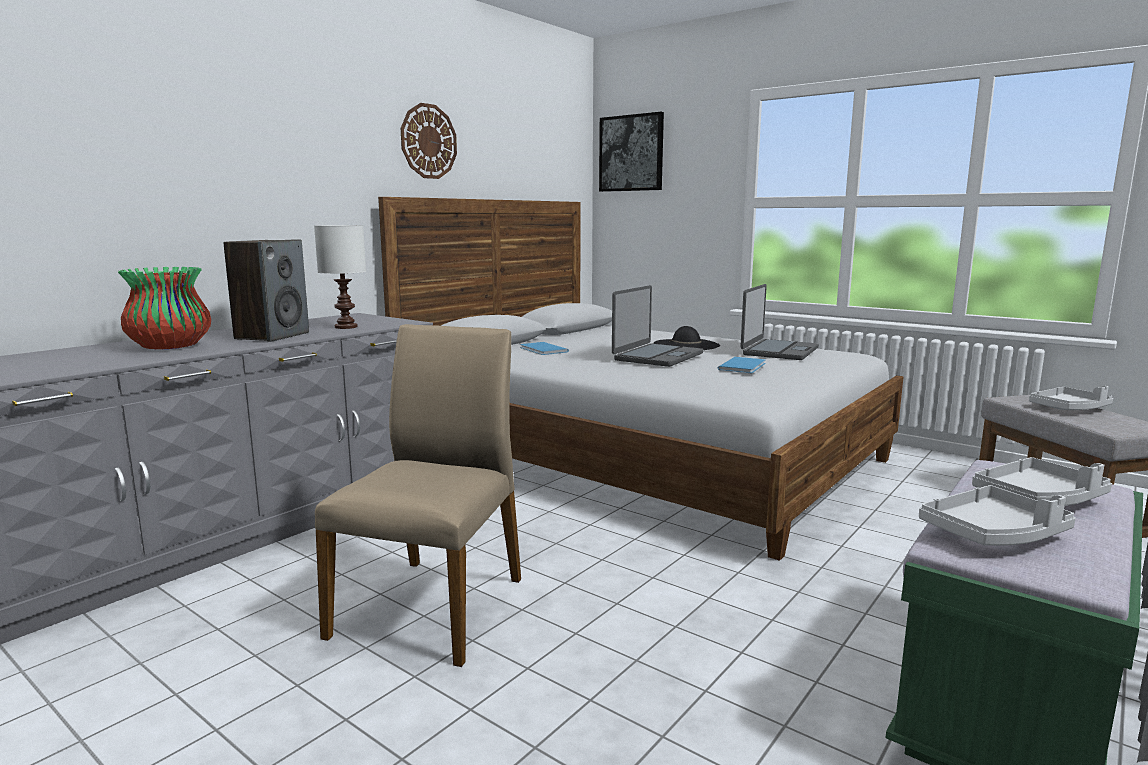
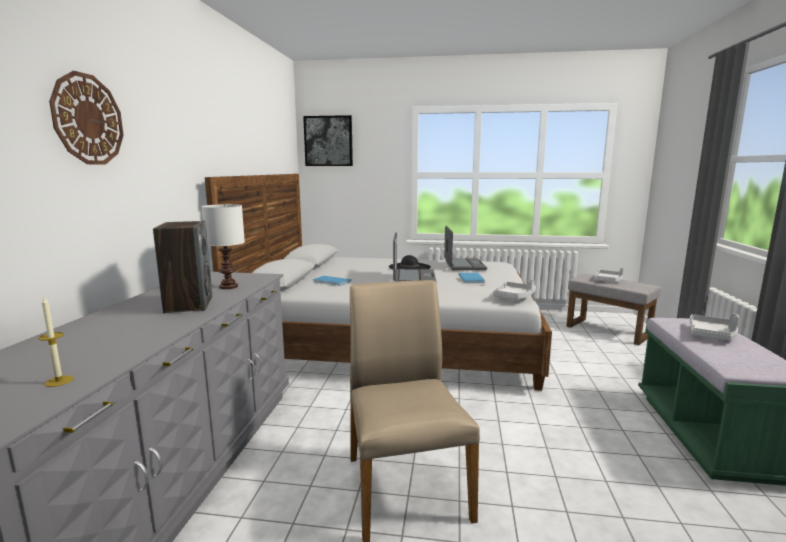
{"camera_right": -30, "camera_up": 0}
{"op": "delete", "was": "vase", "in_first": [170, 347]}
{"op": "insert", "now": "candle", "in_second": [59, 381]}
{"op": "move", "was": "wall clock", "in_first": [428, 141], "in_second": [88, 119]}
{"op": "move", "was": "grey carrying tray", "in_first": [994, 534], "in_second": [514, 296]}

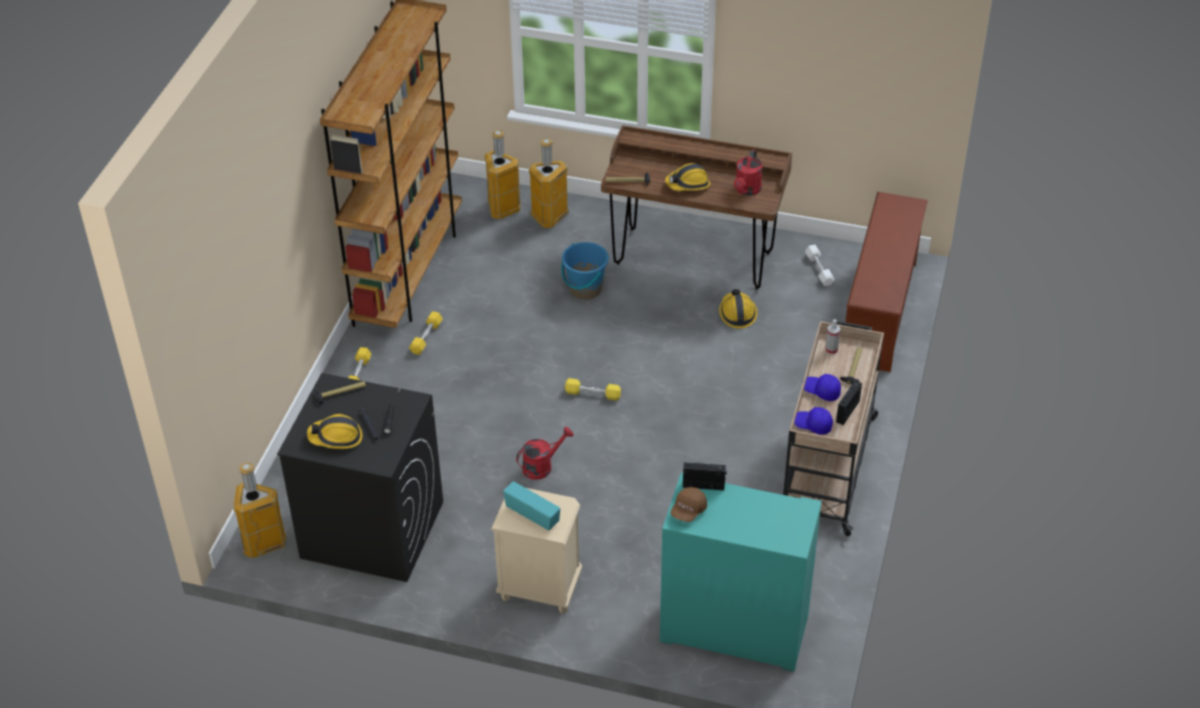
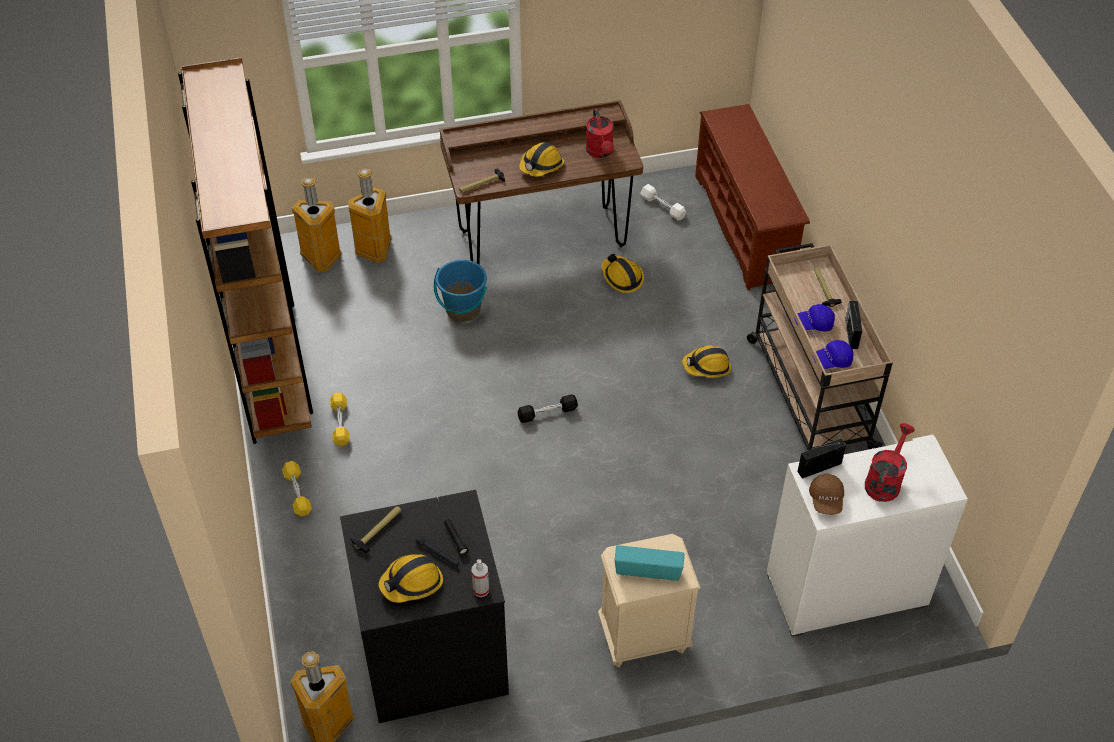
{"camera_right": -30, "camera_up": 5}
{"op": "insert", "now": "hard hat", "in_second": [707, 367]}
{"op": "move", "was": "red watering pot", "in_first": [542, 466], "in_second": [884, 481]}
{"op": "move", "was": "sprayer", "in_first": [831, 350], "in_second": [481, 590]}
{"op": "recolor", "was": "yellow-coloured hand weight", "now": "blackish hand weight", "in_first": [593, 394], "in_second": [547, 413]}
{"op": "recolor", "was": "turquoise cupboard", "now": "white-coloured cupboard", "in_first": [733, 629], "in_second": [846, 591]}

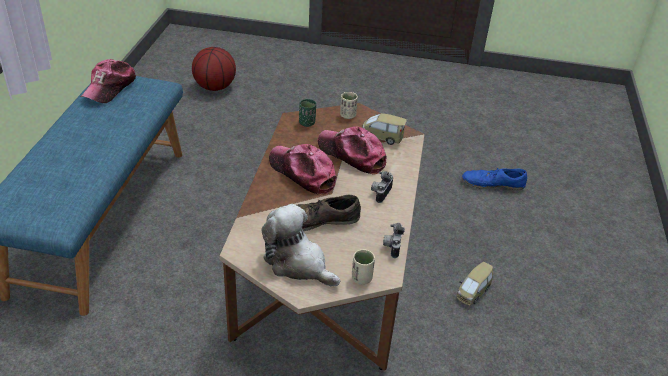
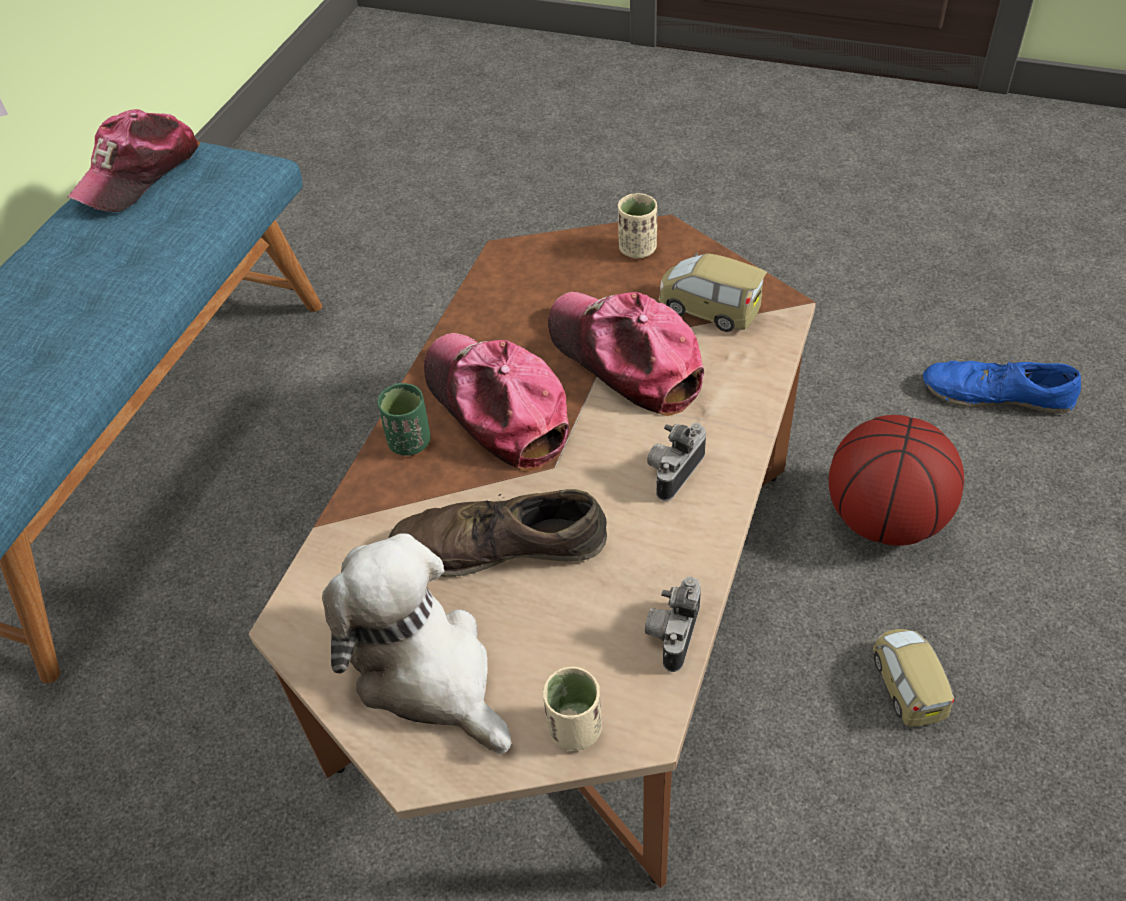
{"camera_right": 15, "camera_up": 10}
{"op": "move", "was": "ball for basketball", "in_first": [215, 87], "in_second": [885, 518]}
{"op": "move", "was": "green cup", "in_first": [307, 123], "in_second": [410, 442]}
{"op": "rotate", "was": "model car", "in_first": [473, 292], "in_second": [907, 685], "clockwise": 120}

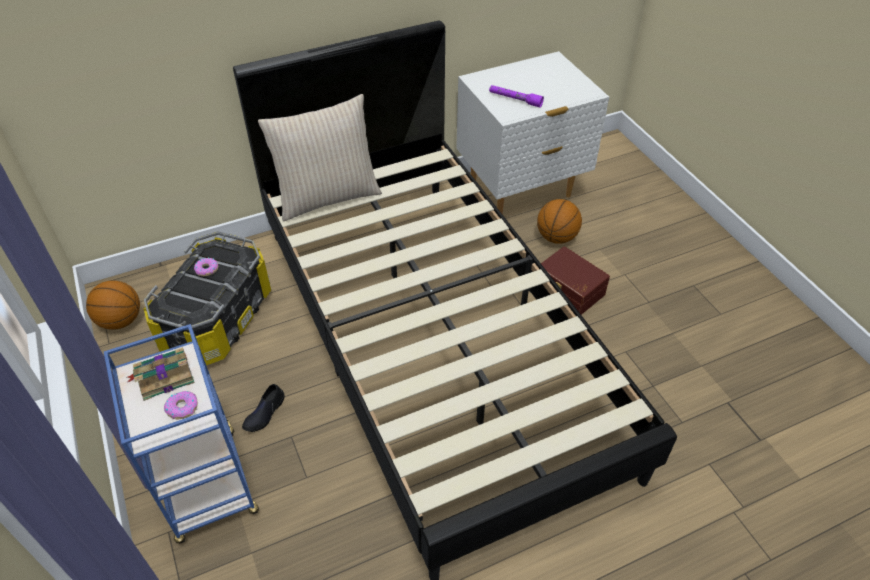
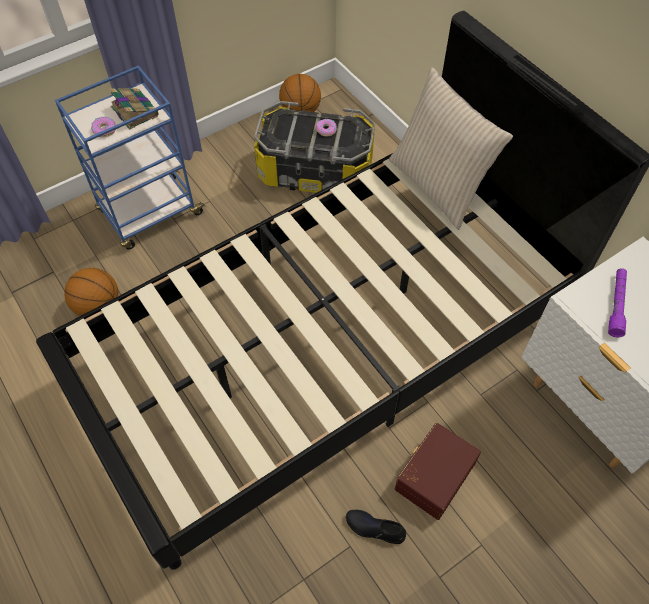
{"camera_right": 80, "camera_up": 10}
{"op": "move", "was": "blackish item of footwear", "in_first": [264, 413], "in_second": [375, 528]}
{"op": "move", "was": "ball for basketball", "in_first": [556, 237], "in_second": [98, 306]}

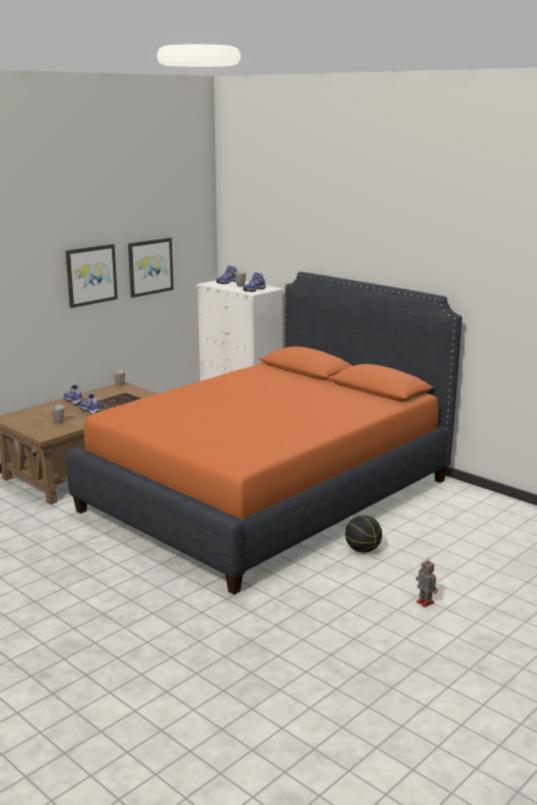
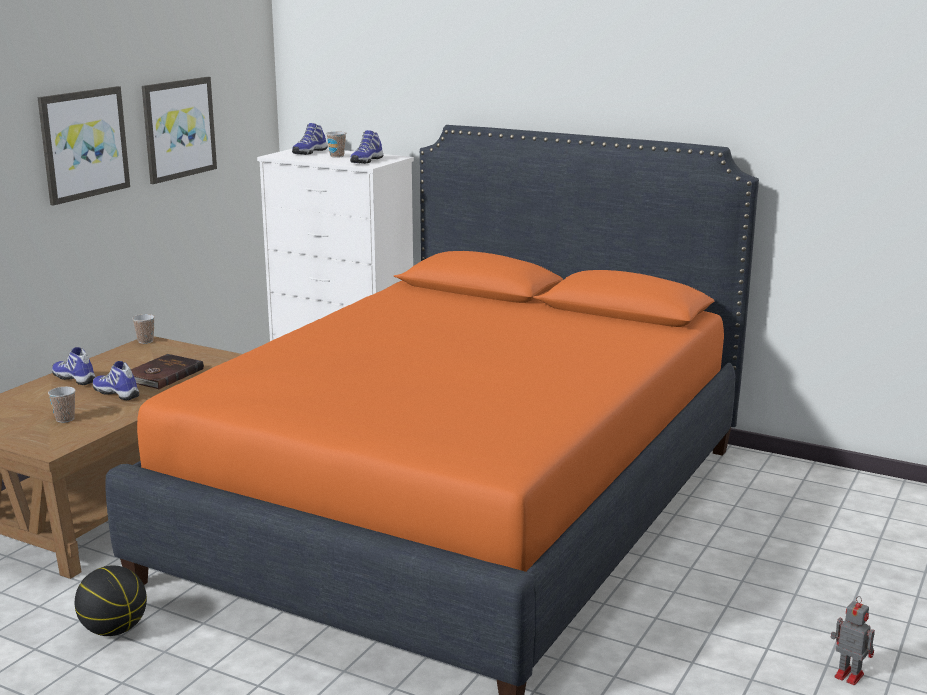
{"camera_right": -15, "camera_up": 0}
{"op": "move", "was": "ball for basketball", "in_first": [363, 550], "in_second": [114, 630]}

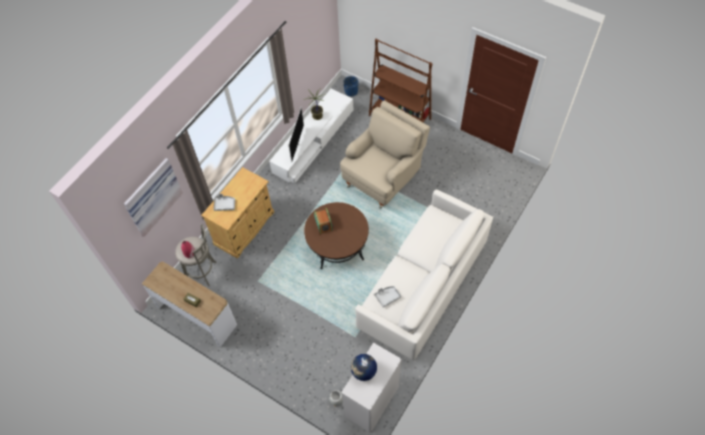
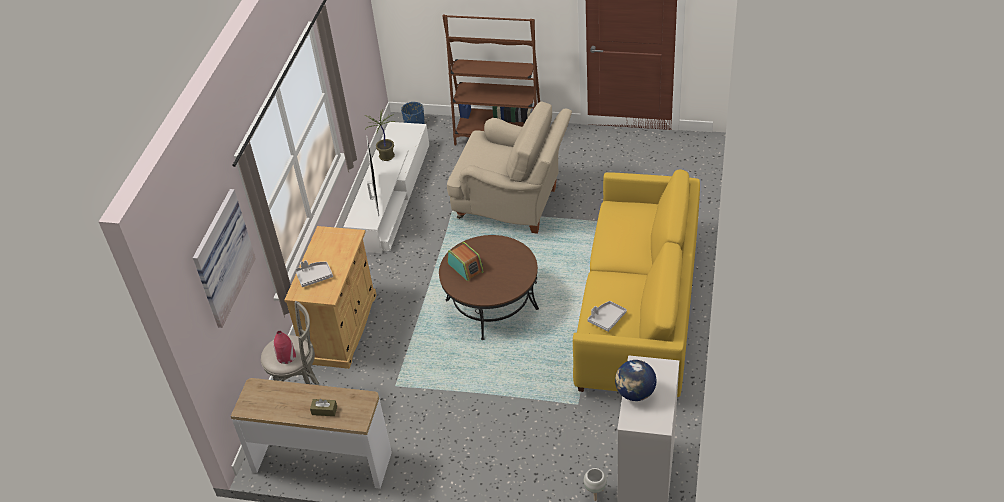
{"camera_right": -20, "camera_up": -15}
{"op": "recolor", "was": "white-coloured settee", "now": "yellow-coloured settee", "in_first": [423, 285], "in_second": [639, 311]}
{"op": "rotate", "was": "beige-coloured easy chair", "in_first": [383, 176], "in_second": [513, 205], "clockwise": 90}

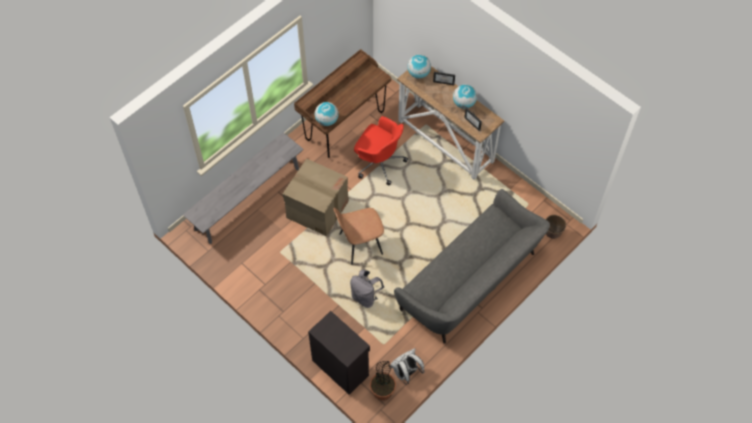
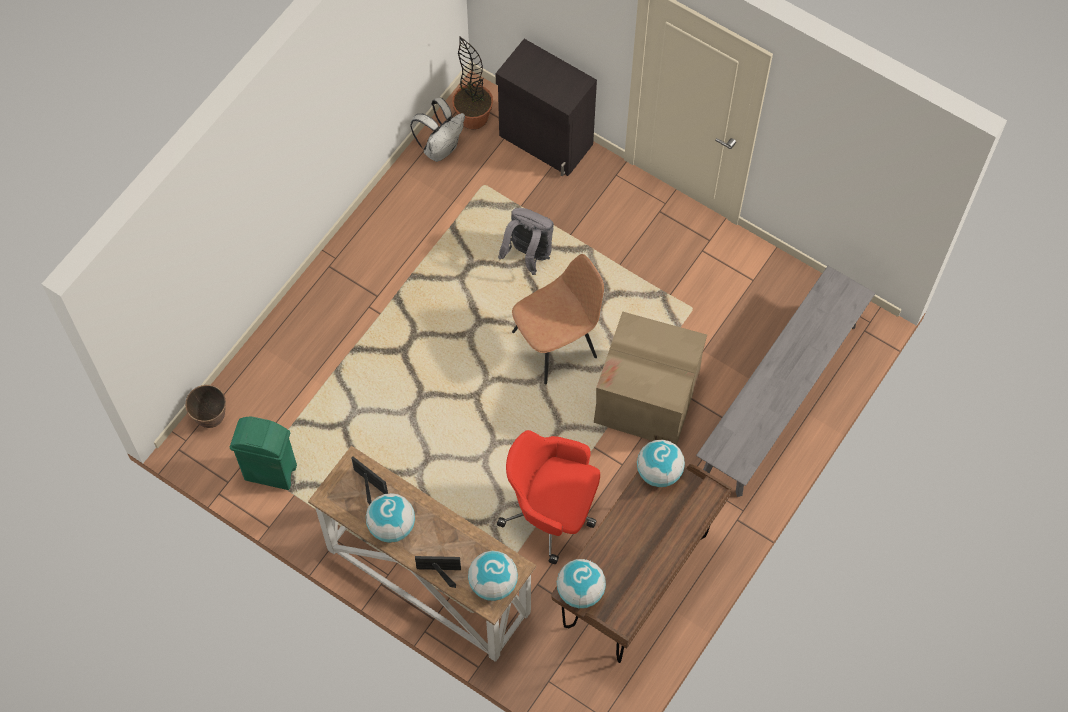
{"camera_right": 170, "camera_up": 5}
{"op": "delete", "was": "grey settee", "in_first": [470, 281]}
{"op": "insert", "now": "green waste bin", "in_second": [271, 473]}
{"op": "insert", "now": "desk globe", "in_second": [580, 591]}

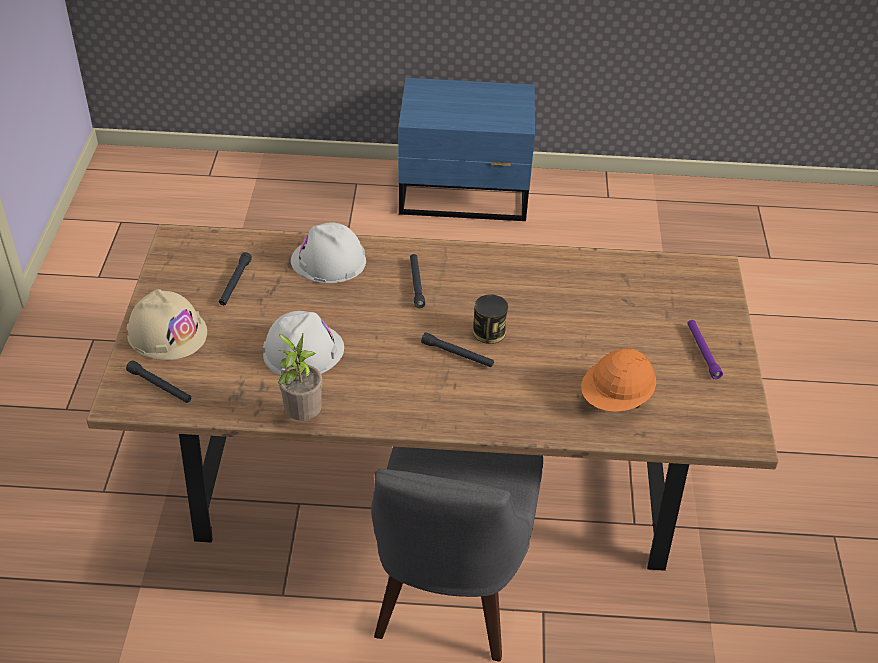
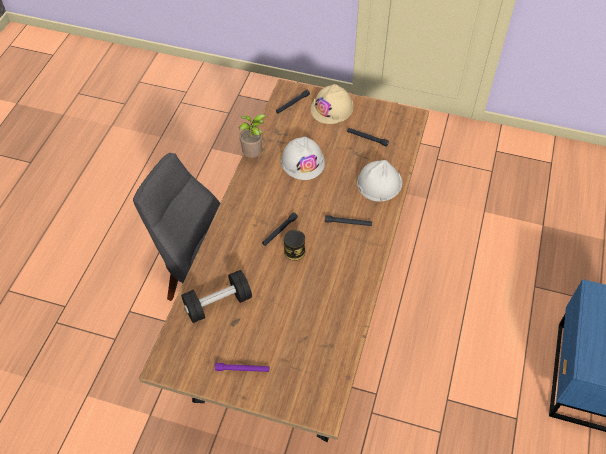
{"camera_right": 105, "camera_up": 10}
{"op": "replace", "was": "orangey hard hat", "now": "blackish hand weight", "in_first": [616, 399], "in_second": [218, 304]}

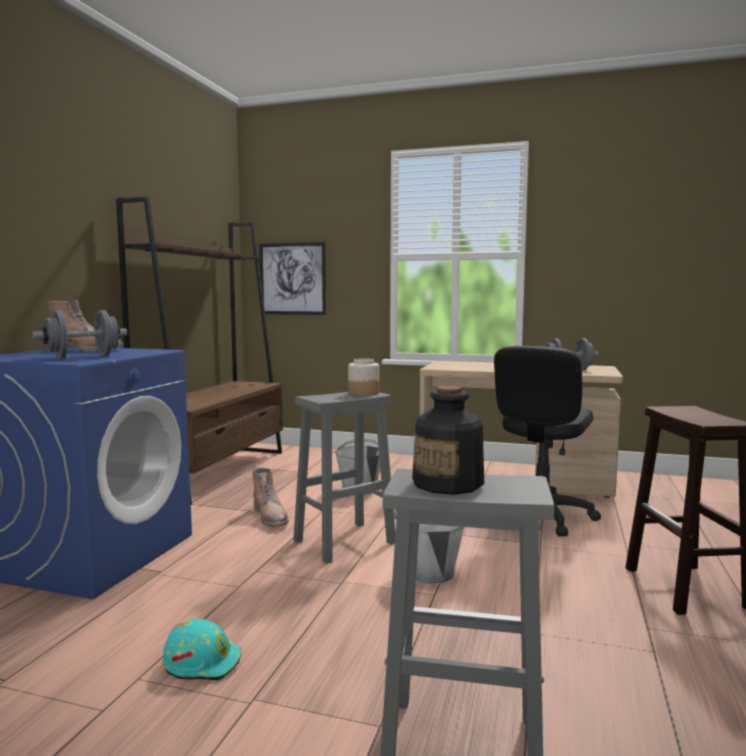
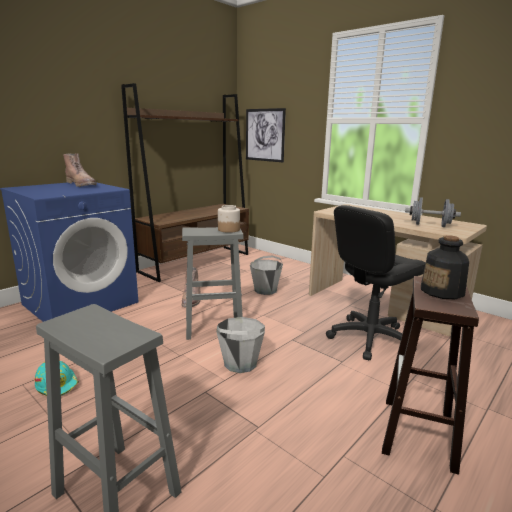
{"camera_right": 25, "camera_up": 10}
{"op": "delete", "was": "grey hand weight", "in_first": [83, 357]}
{"op": "move", "was": "bottle", "in_first": [448, 483], "in_second": [442, 291]}

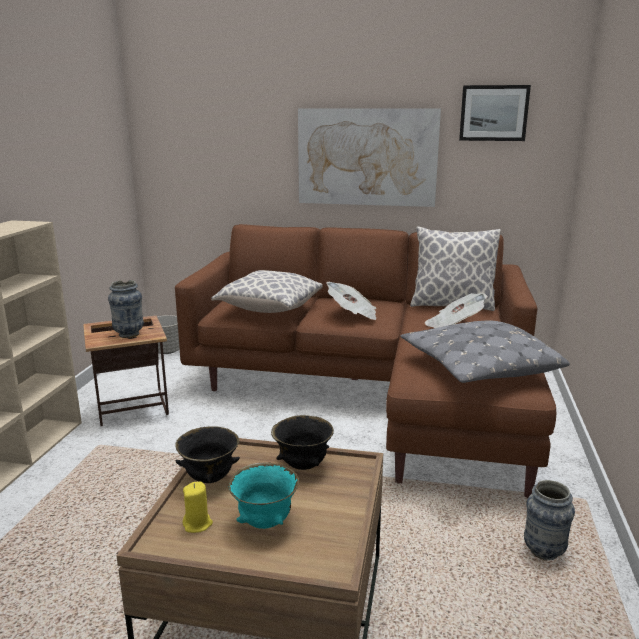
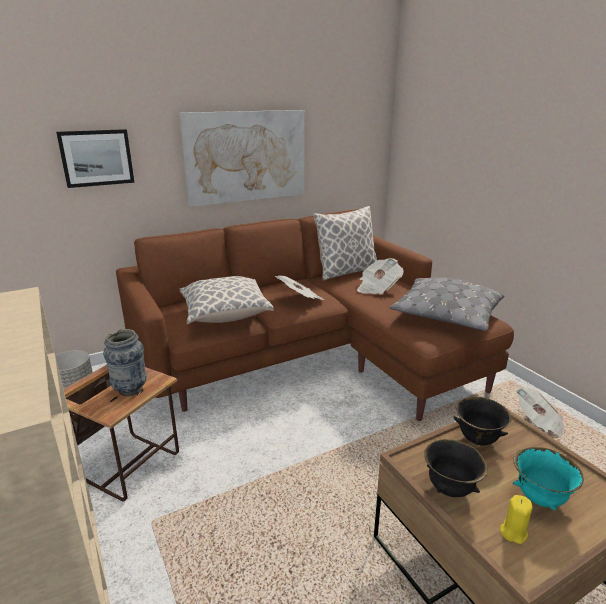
{"camera_right": -40, "camera_up": 5}
{"op": "move", "was": "wall art", "in_first": [493, 113], "in_second": [96, 158]}
{"op": "replace", "was": "vase", "now": "printed paper", "in_first": [543, 552], "in_second": [539, 423]}

